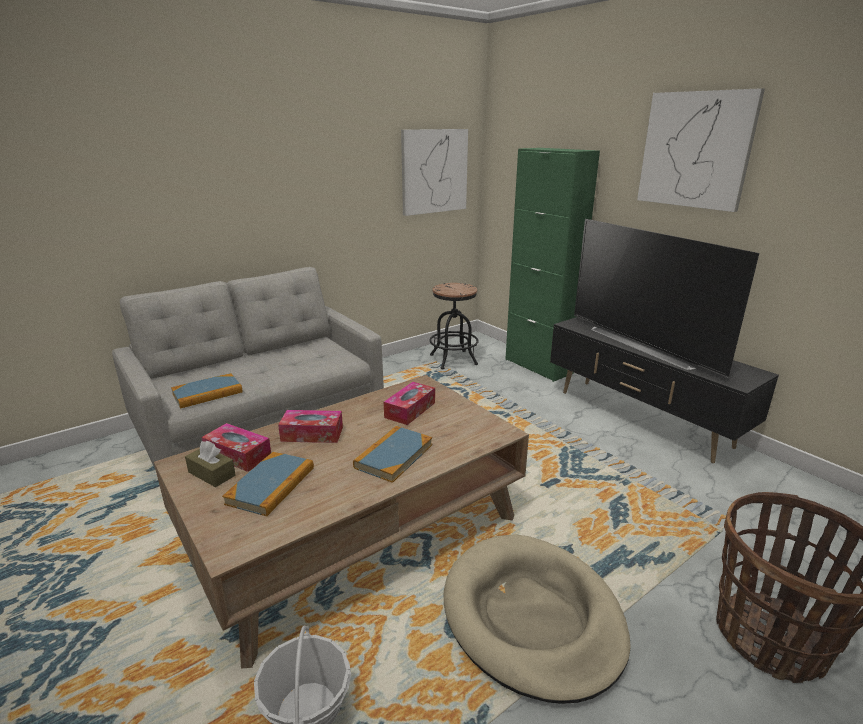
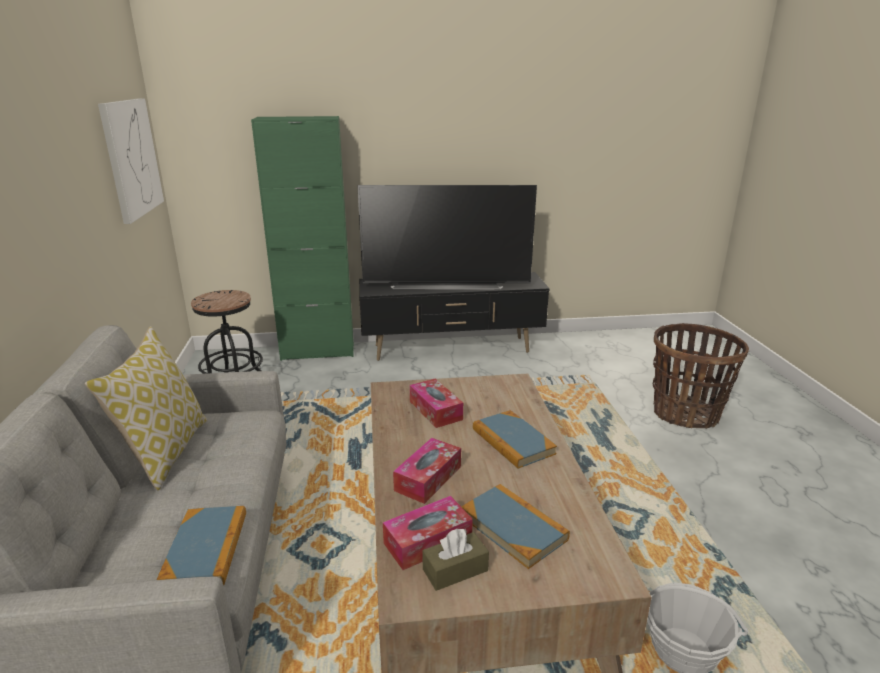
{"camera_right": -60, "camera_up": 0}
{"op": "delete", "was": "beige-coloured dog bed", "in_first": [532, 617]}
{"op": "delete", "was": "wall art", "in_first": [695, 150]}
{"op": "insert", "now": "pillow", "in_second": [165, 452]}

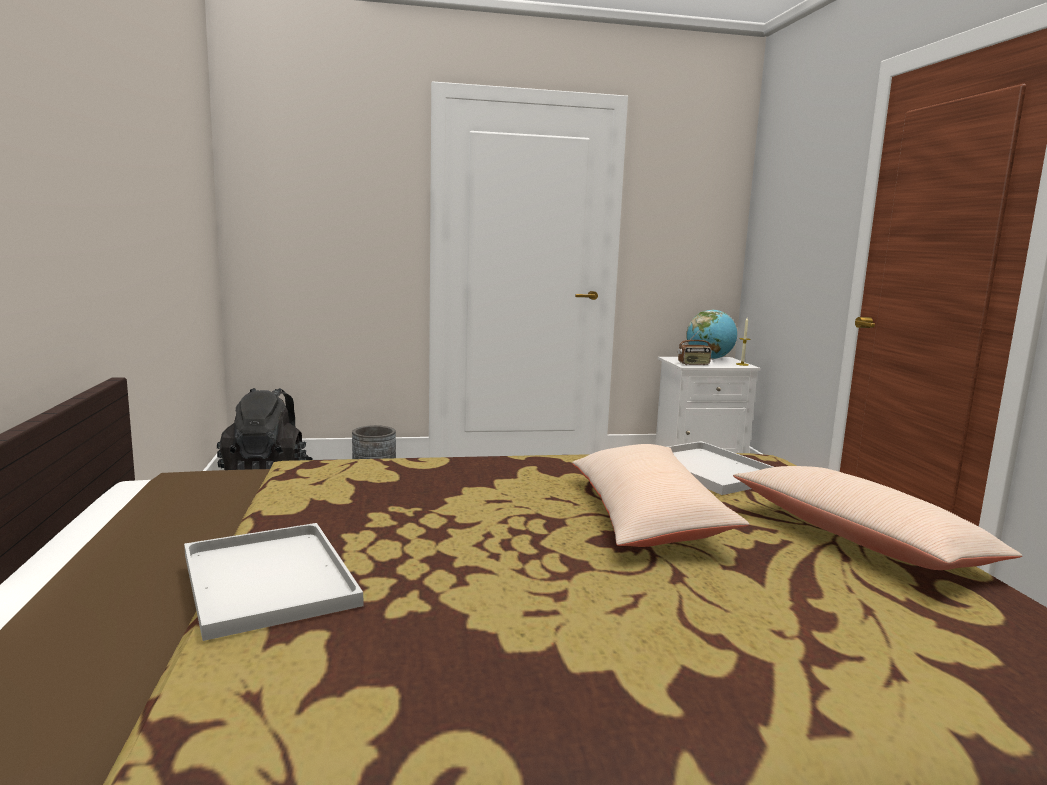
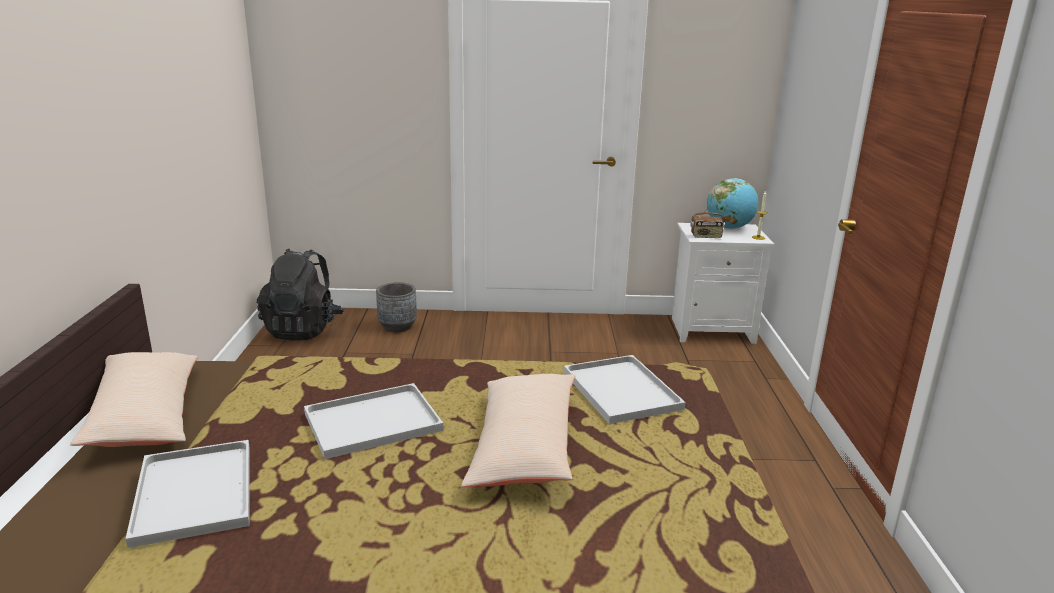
{"camera_right": 10, "camera_up": 10}
{"op": "insert", "now": "white-coloured carrying tray", "in_second": [370, 423]}
{"op": "move", "was": "beige-coloured pillow", "in_first": [860, 539], "in_second": [145, 414]}

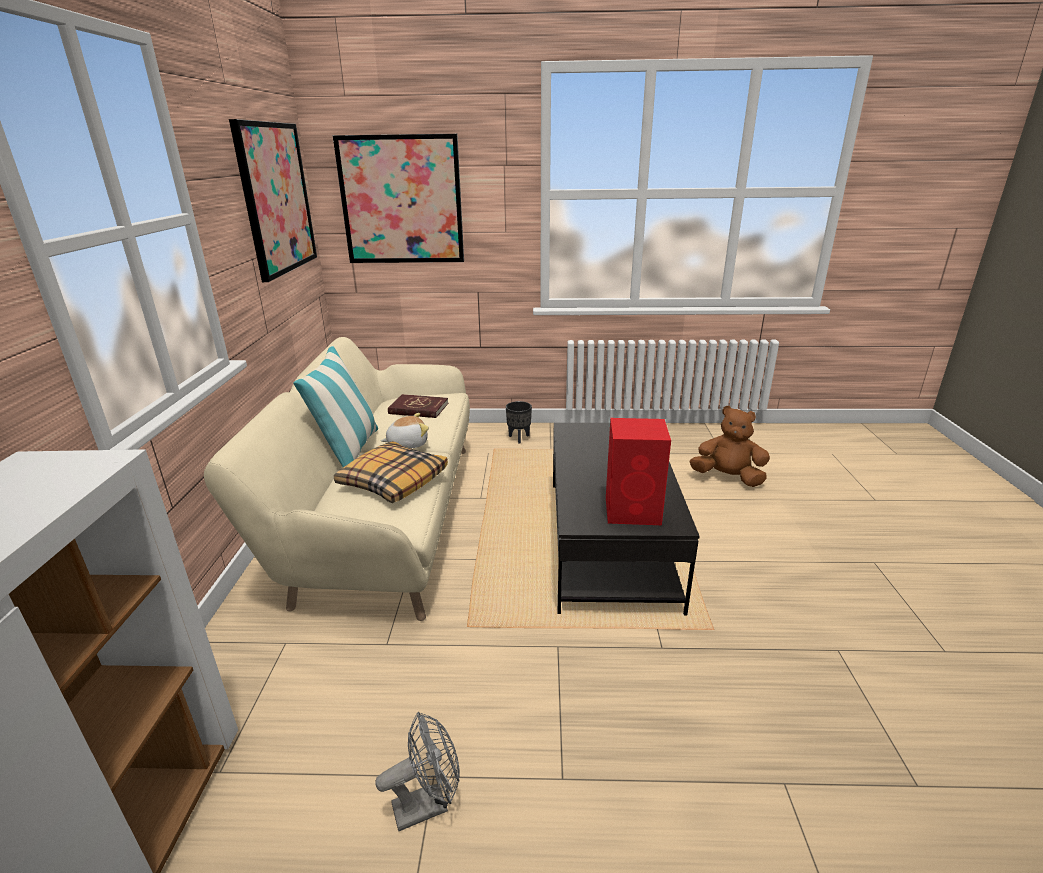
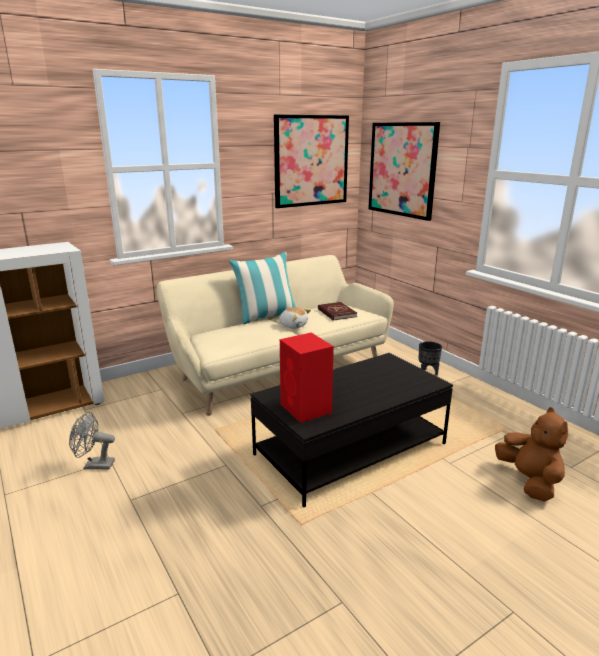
{"camera_right": 55, "camera_up": -5}
{"op": "delete", "was": "pillow", "in_first": [393, 481]}
{"op": "rotate", "was": "grey electric fan", "in_first": [428, 804], "in_second": [94, 465], "clockwise": 150}

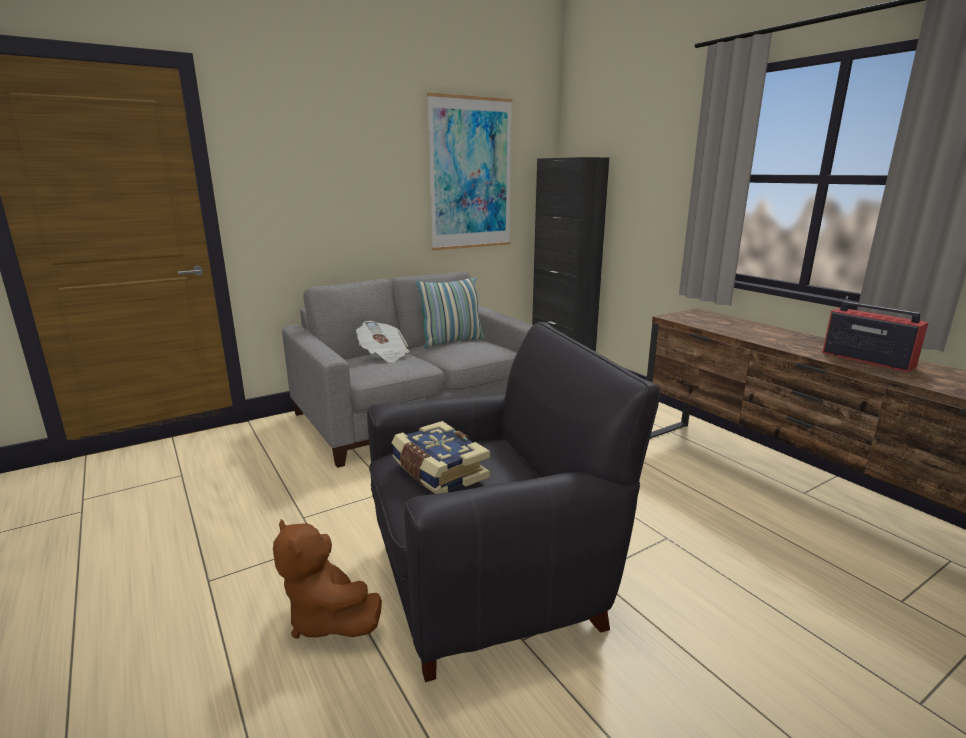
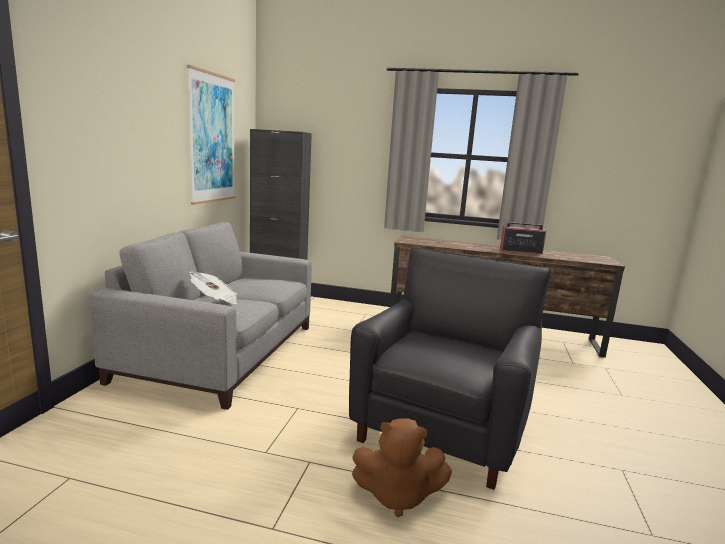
{"camera_right": -45, "camera_up": -5}
{"op": "delete", "was": "volume", "in_first": [438, 472]}
{"op": "delete", "was": "pillow", "in_first": [452, 341]}

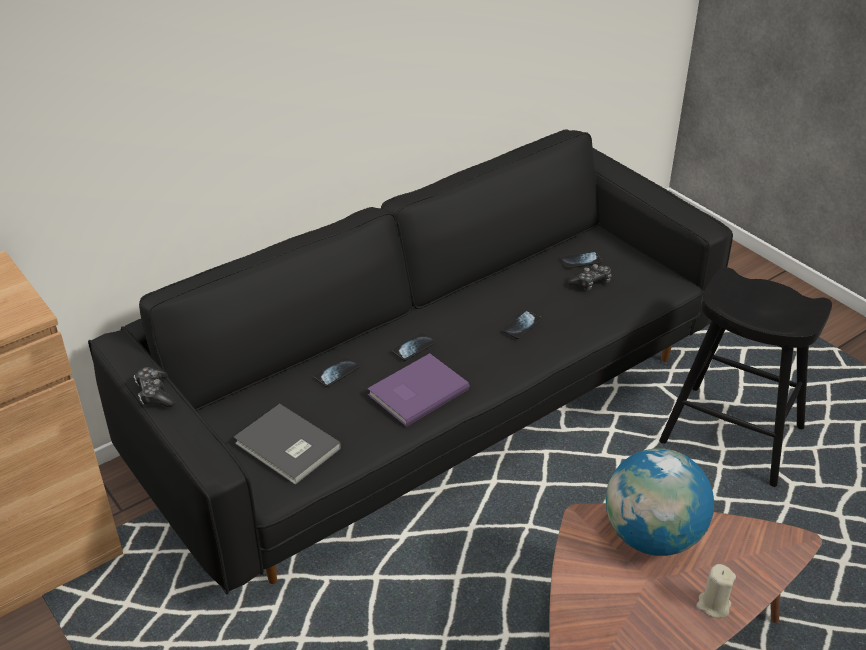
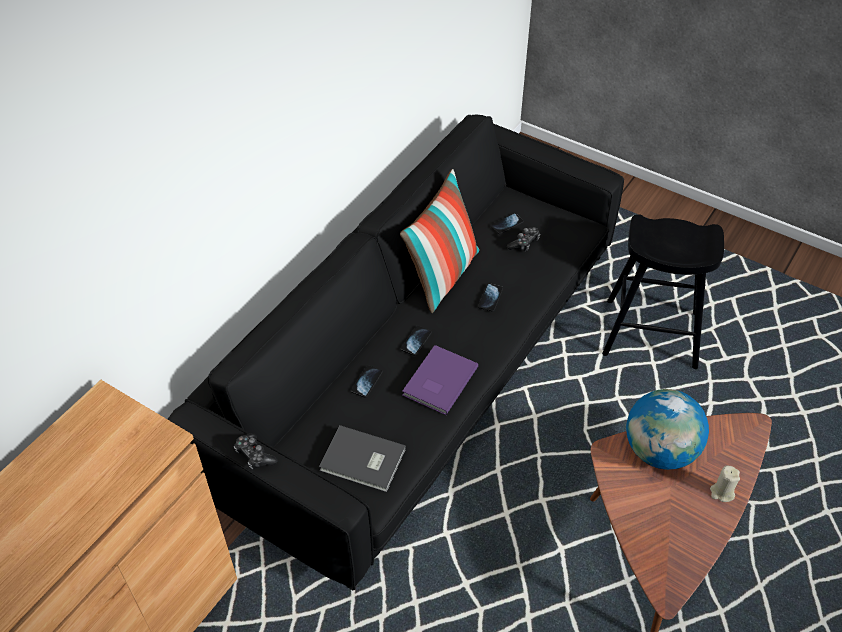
{"camera_right": -20, "camera_up": 10}
{"op": "insert", "now": "pillow", "in_second": [441, 275]}

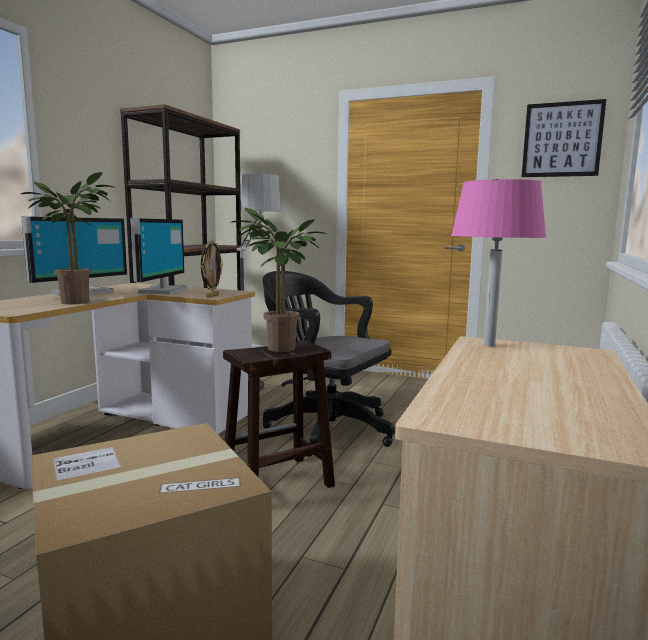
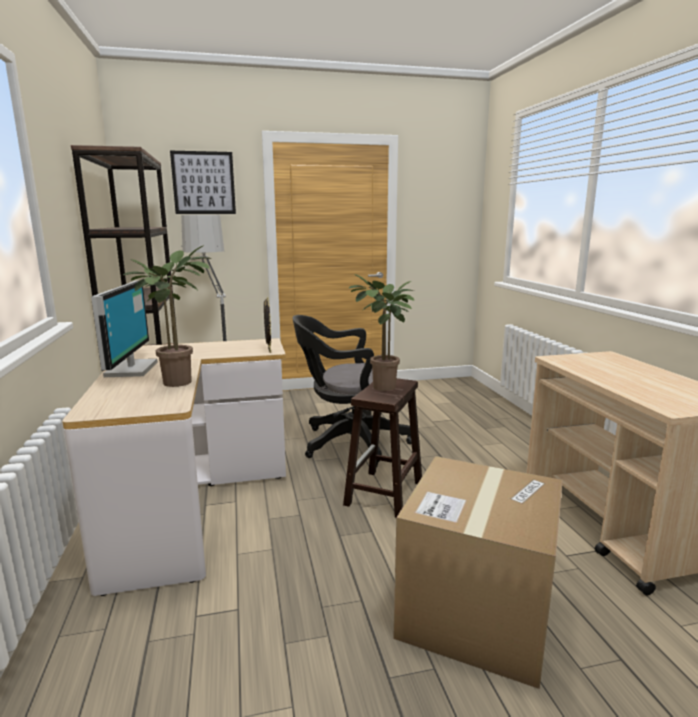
{"camera_right": -35, "camera_up": 5}
{"op": "delete", "was": "computer screen", "in_first": [161, 291]}
{"op": "delete", "was": "pink lamp for a table", "in_first": [489, 345]}
{"op": "move", "was": "wall art", "in_first": [562, 139], "in_second": [203, 183]}

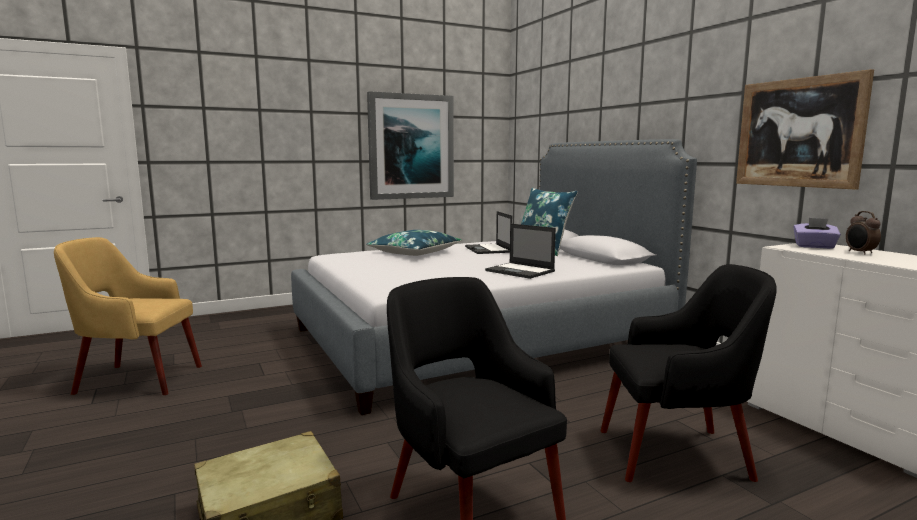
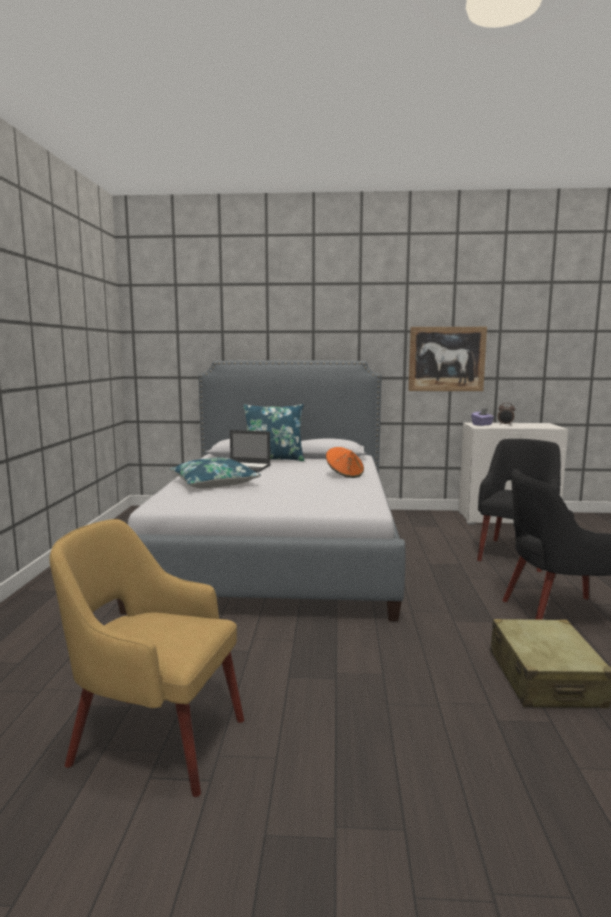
{"camera_right": -60, "camera_up": 0}
{"op": "delete", "was": "wall art", "in_first": [410, 146]}
{"op": "replace", "was": "notebook computer", "now": "orangey hat", "in_first": [520, 271], "in_second": [344, 475]}
{"op": "rotate", "was": "yellow-coloured easy chair", "in_first": [136, 379], "in_second": [154, 740], "clockwise": 75}

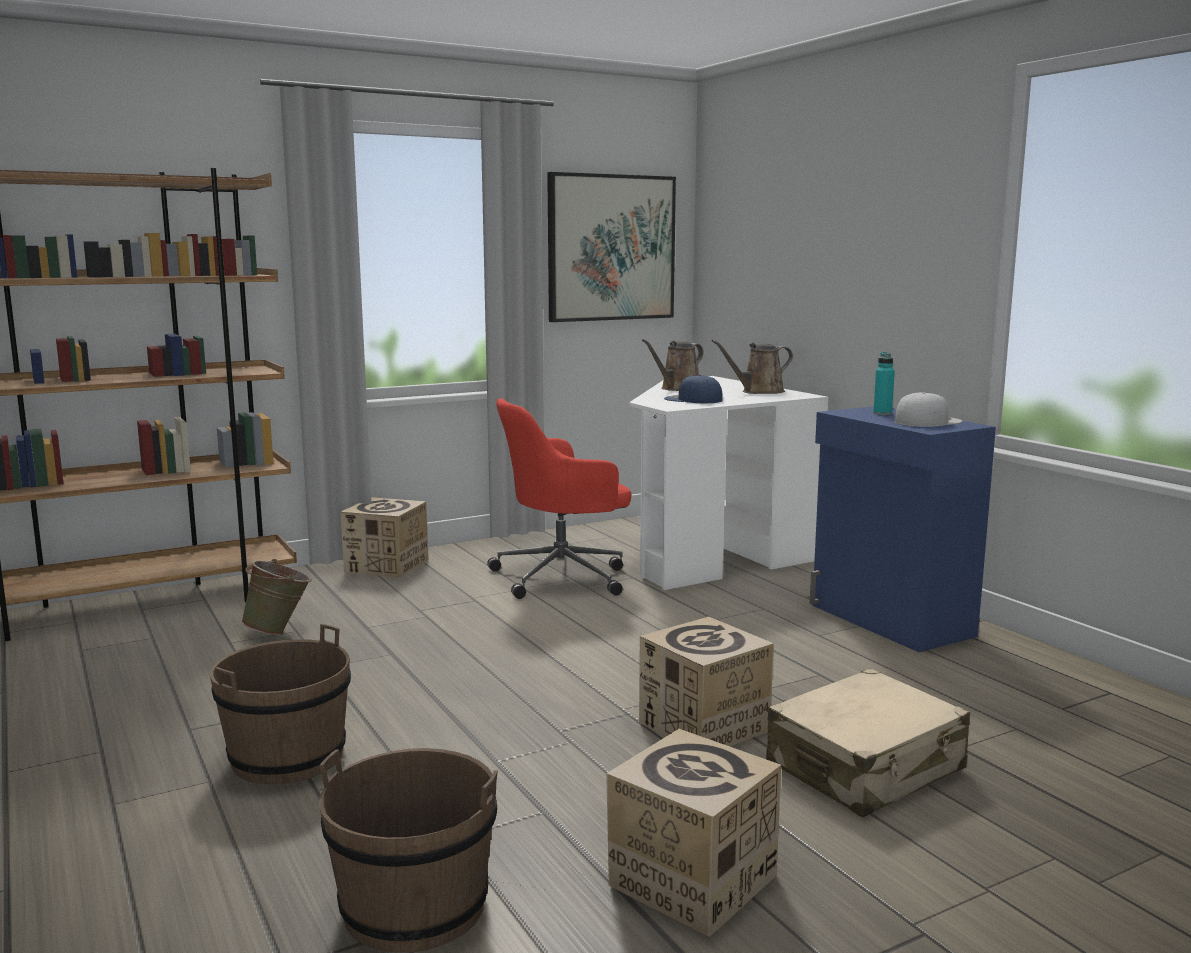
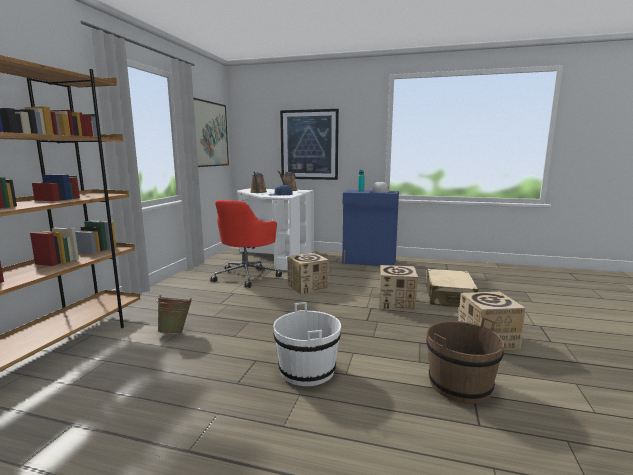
{"camera_right": -45, "camera_up": 0}
{"op": "insert", "now": "wall art", "in_second": [309, 145]}
{"op": "move", "was": "carton", "in_first": [387, 566], "in_second": [307, 287]}
{"op": "recolor", "was": "brownish water bucket", "now": "white-coloured water bucket", "in_first": [288, 758], "in_second": [307, 370]}

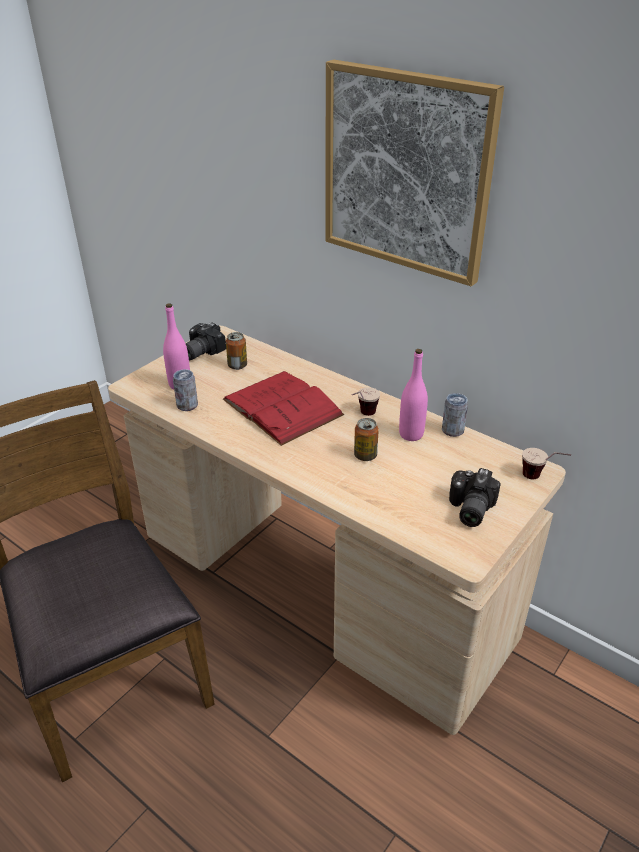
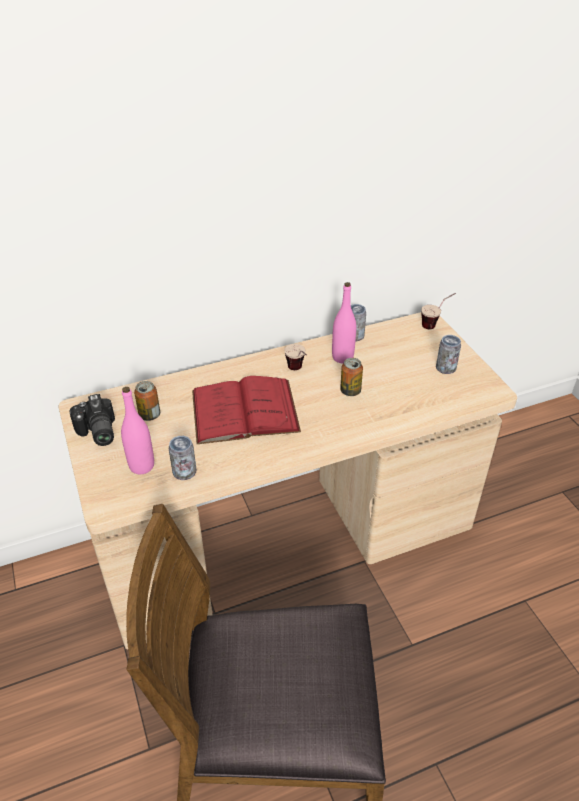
{"camera_right": -60, "camera_up": 5}
{"op": "delete", "was": "wall art", "in_first": [406, 172]}
{"op": "replace", "was": "photo camera", "now": "can", "in_first": [468, 509], "in_second": [445, 368]}

